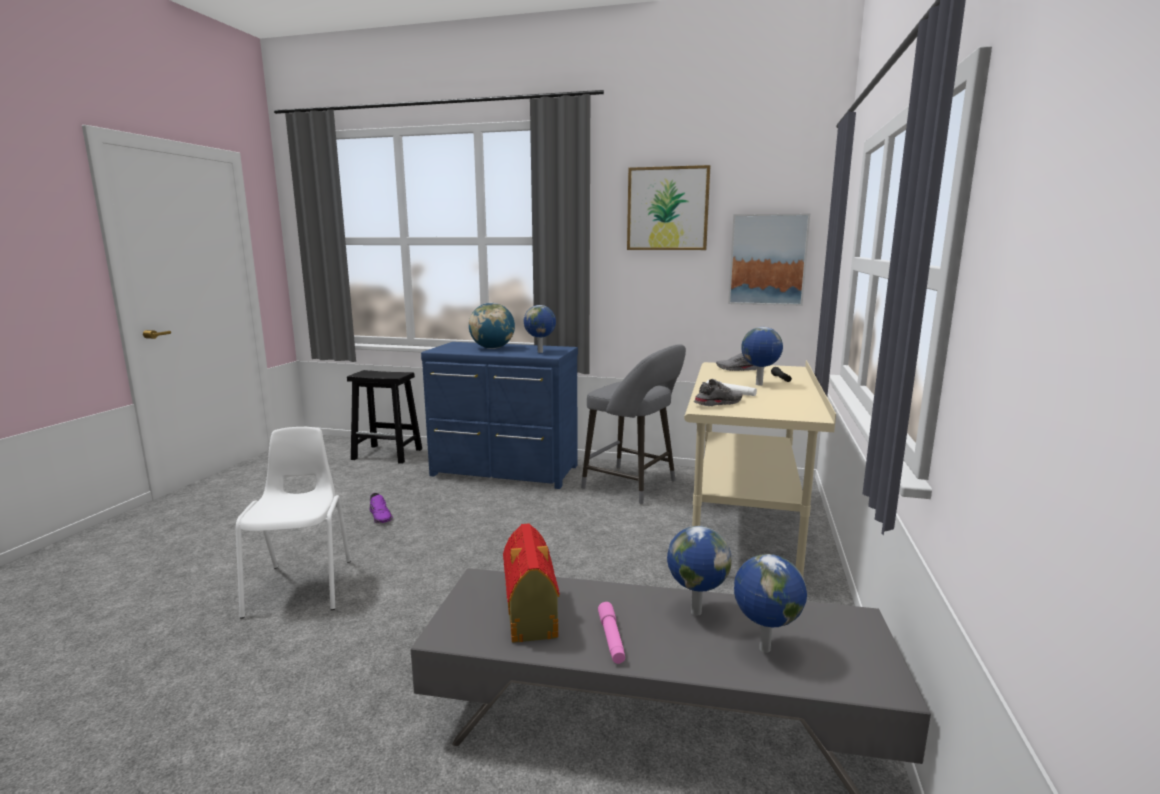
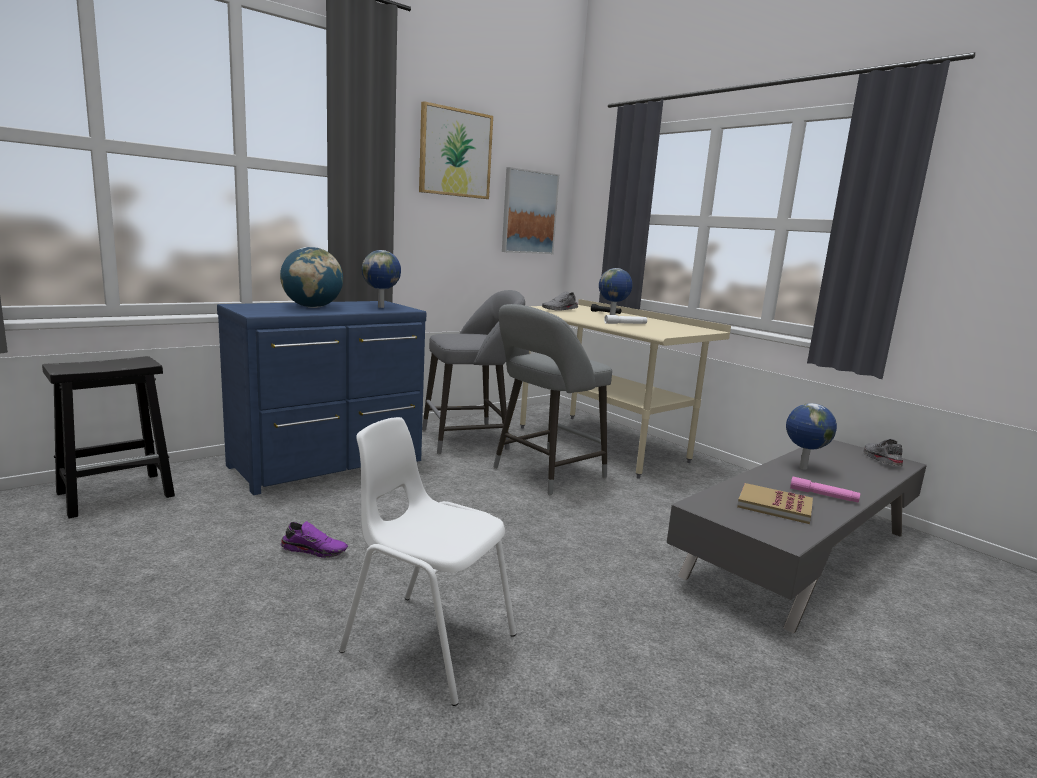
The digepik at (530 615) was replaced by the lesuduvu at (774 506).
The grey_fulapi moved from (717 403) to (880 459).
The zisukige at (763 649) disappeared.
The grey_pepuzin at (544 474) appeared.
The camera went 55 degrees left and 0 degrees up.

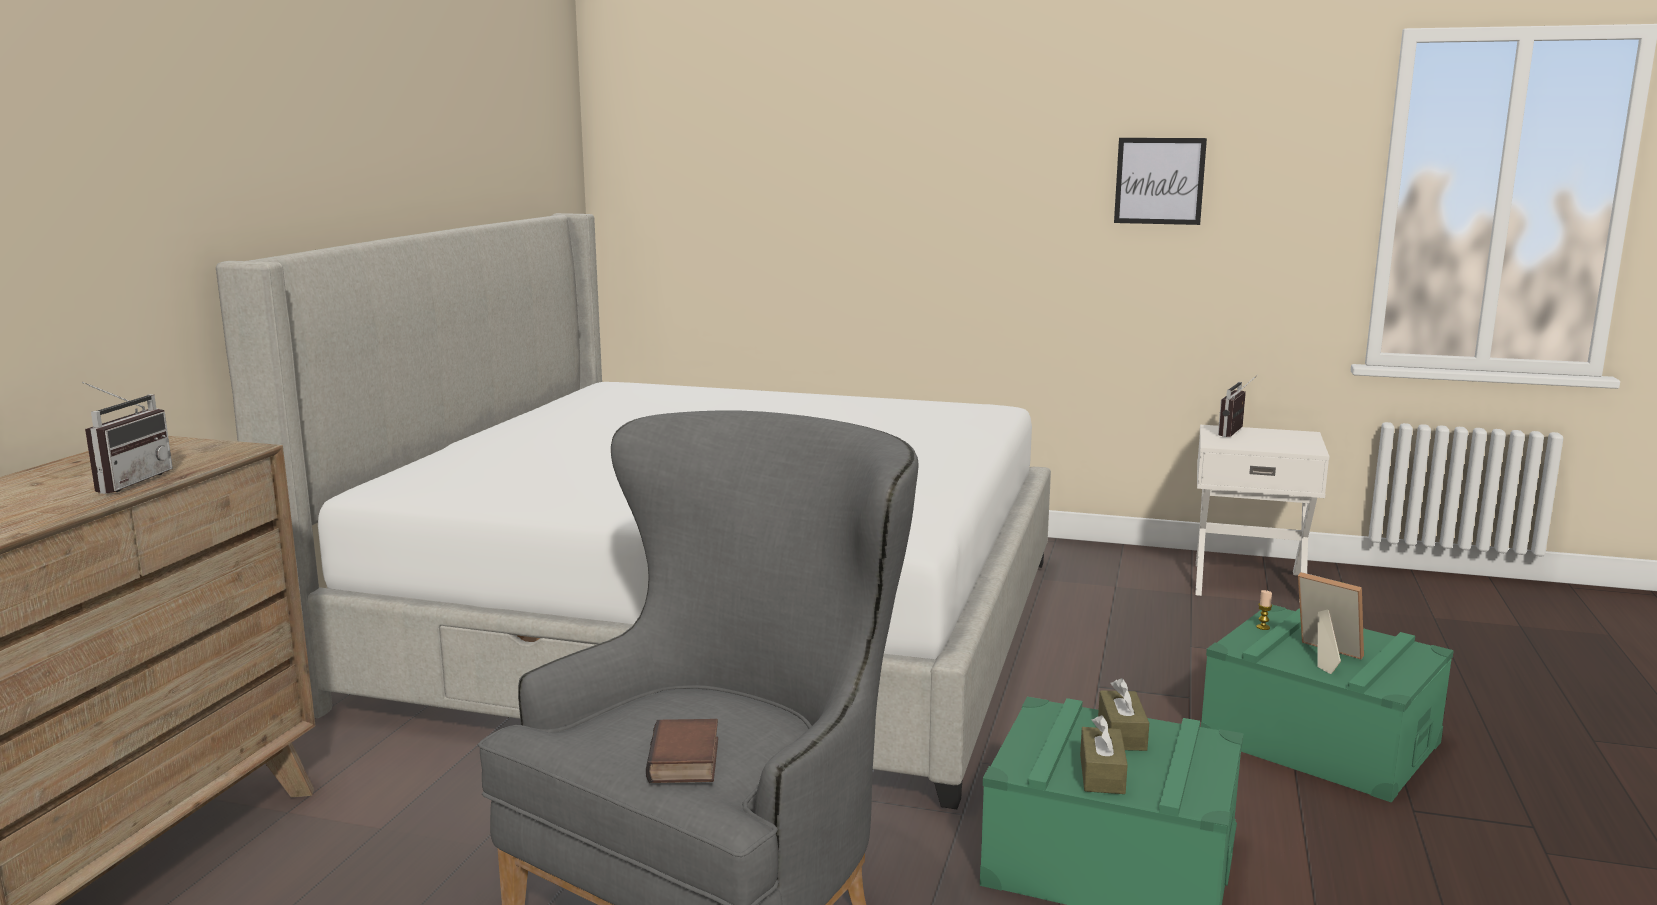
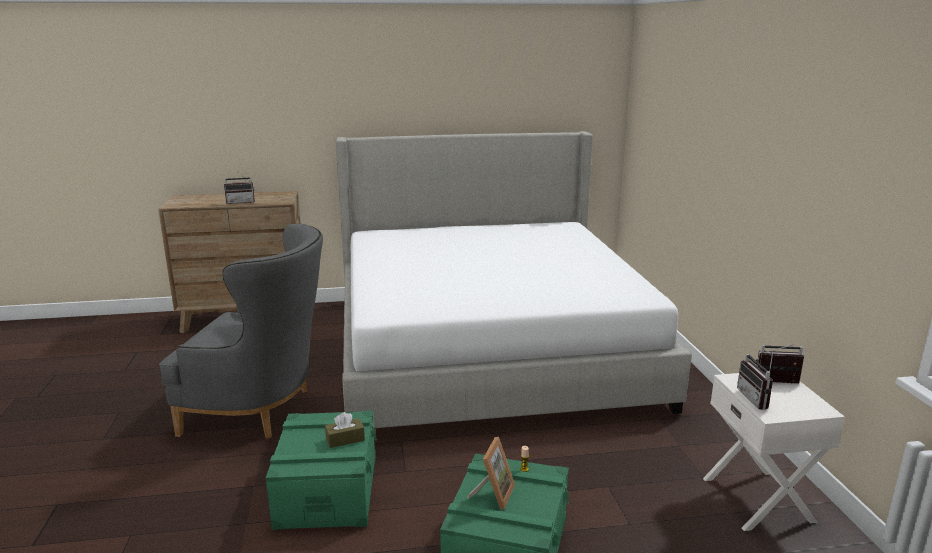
The lesuduvu at (687 761) disappeared.
The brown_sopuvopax at (1102 774) disappeared.
The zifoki at (1159 181) disappeared.
The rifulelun at (757 399) appeared.
The camera went 65 degrees right and 5 degrees up.

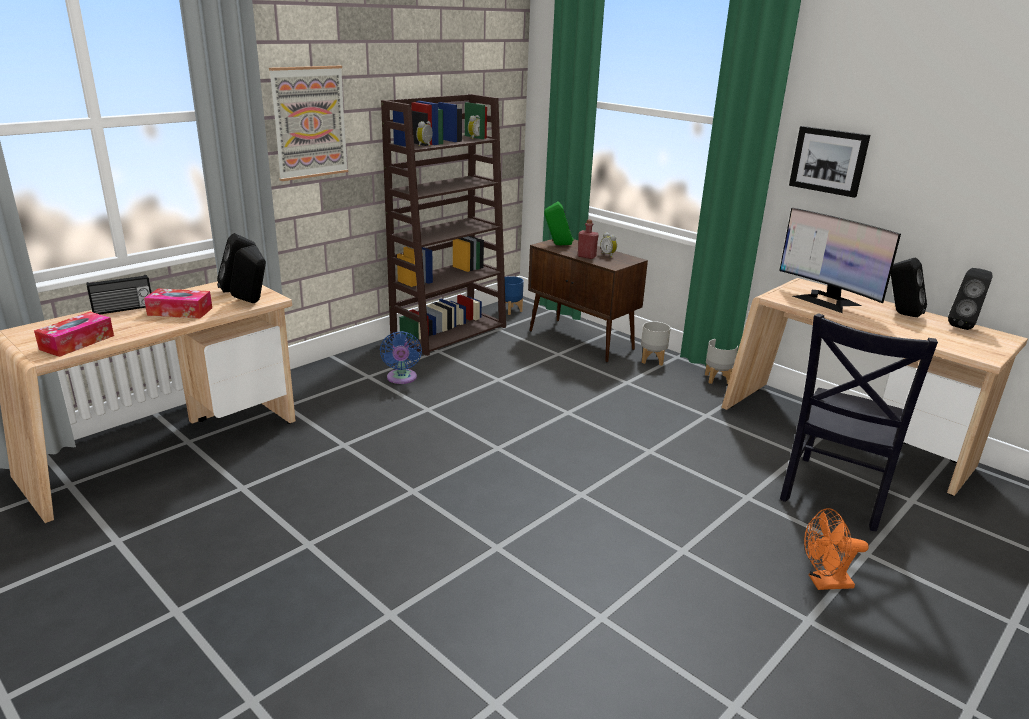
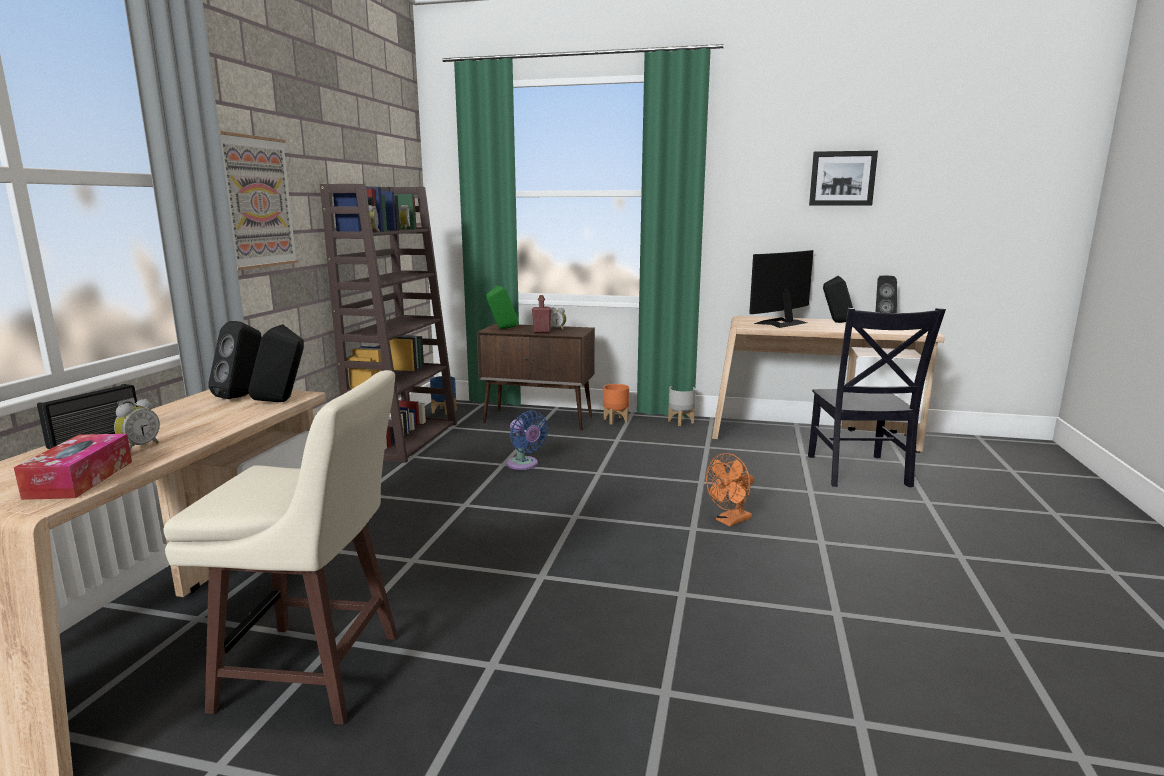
The sopuvopax at (180 311) disappeared.
The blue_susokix moved from (401 378) to (524 465).
The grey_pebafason at (653 360) became the orange_pebafason at (616 420).
The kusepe at (826 300) turned 120 degrees clockwise.
The zifoki moved from (829 161) to (842 178).
The orange_susokix moved from (824 583) to (730 521).
The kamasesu at (139 447) appeared.
The beige_pepuzin at (314 673) appeared.
The camera went 30 degrees left and 10 degrees down.

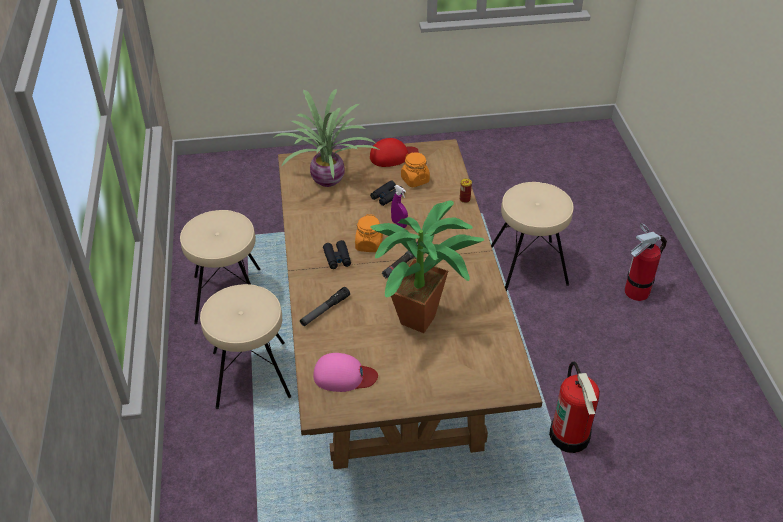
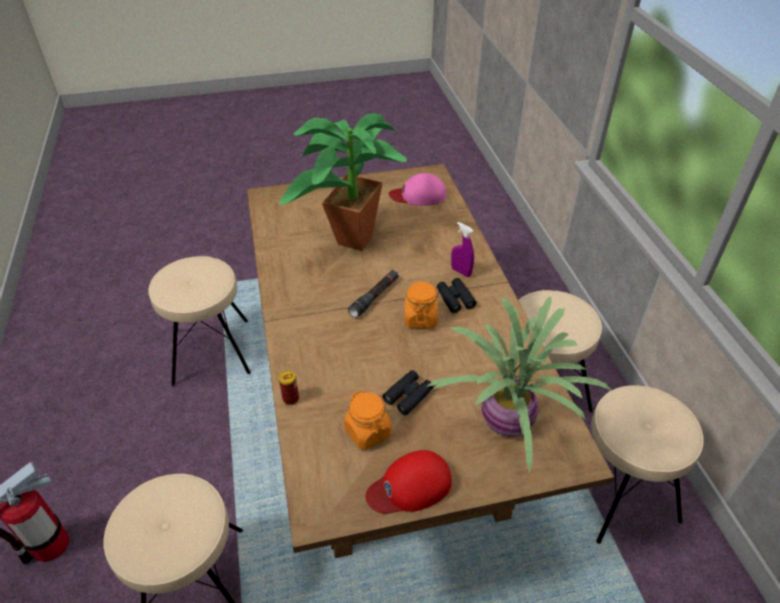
The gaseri at (325 310) disappeared.
The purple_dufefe moved from (399 224) to (461 272).
The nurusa at (570 436) was replaced by the beige_pepuzin at (211 351).
The camera went 175 degrees right and 0 degrees up.

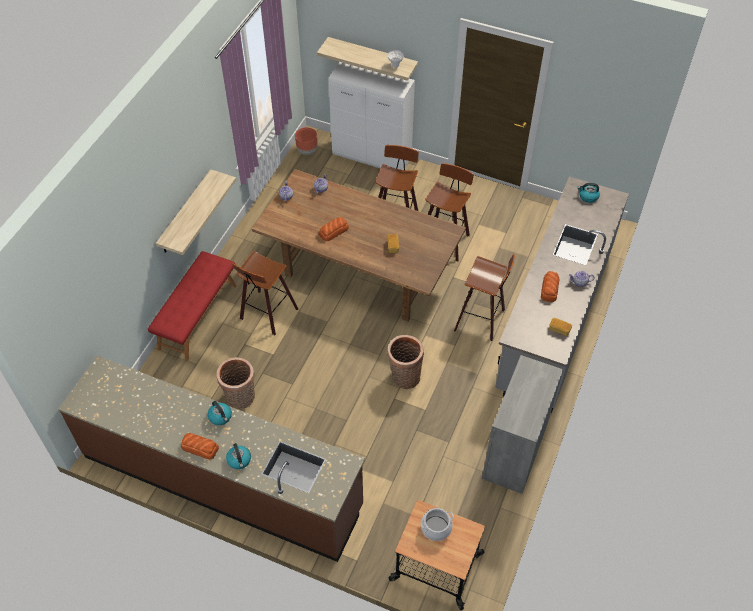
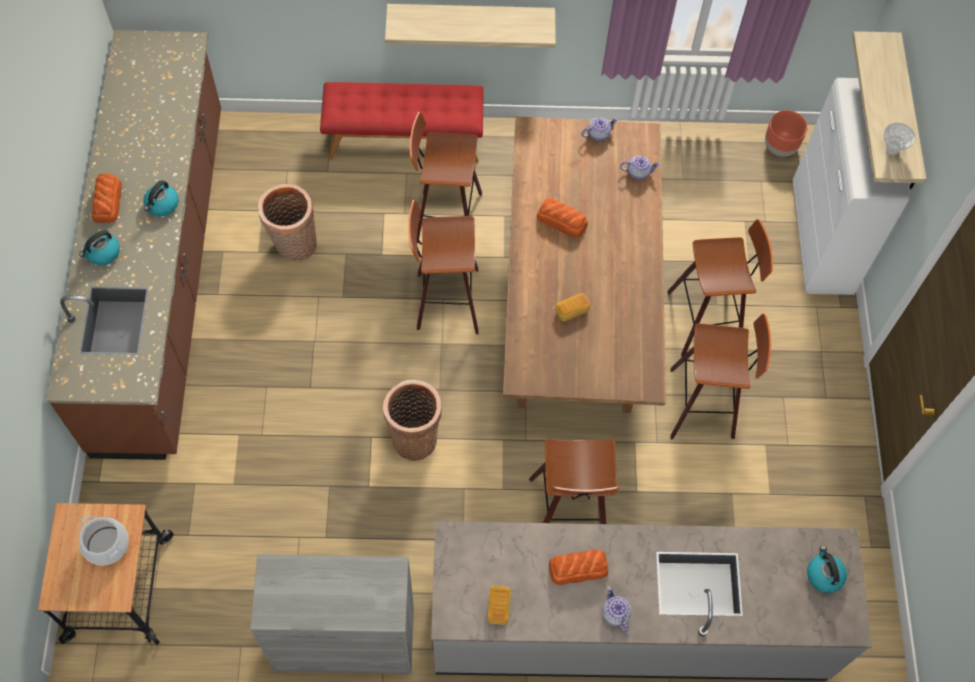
The pepuzin at (445 301) appeared.
The camera went 65 degrees right and 10 degrees up.

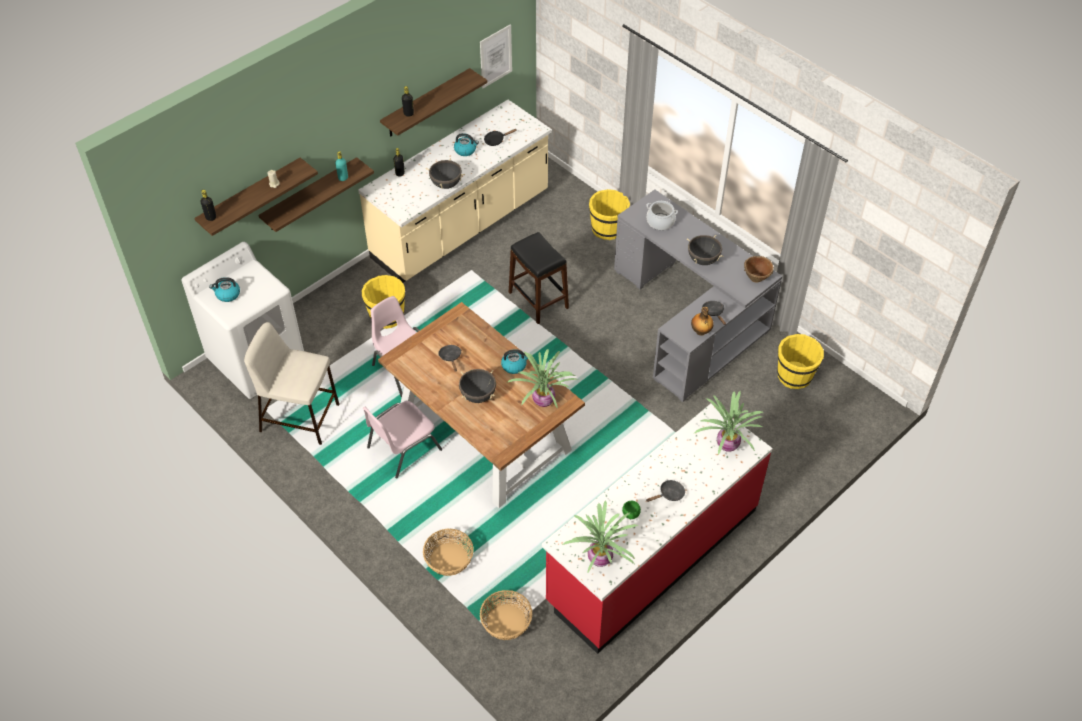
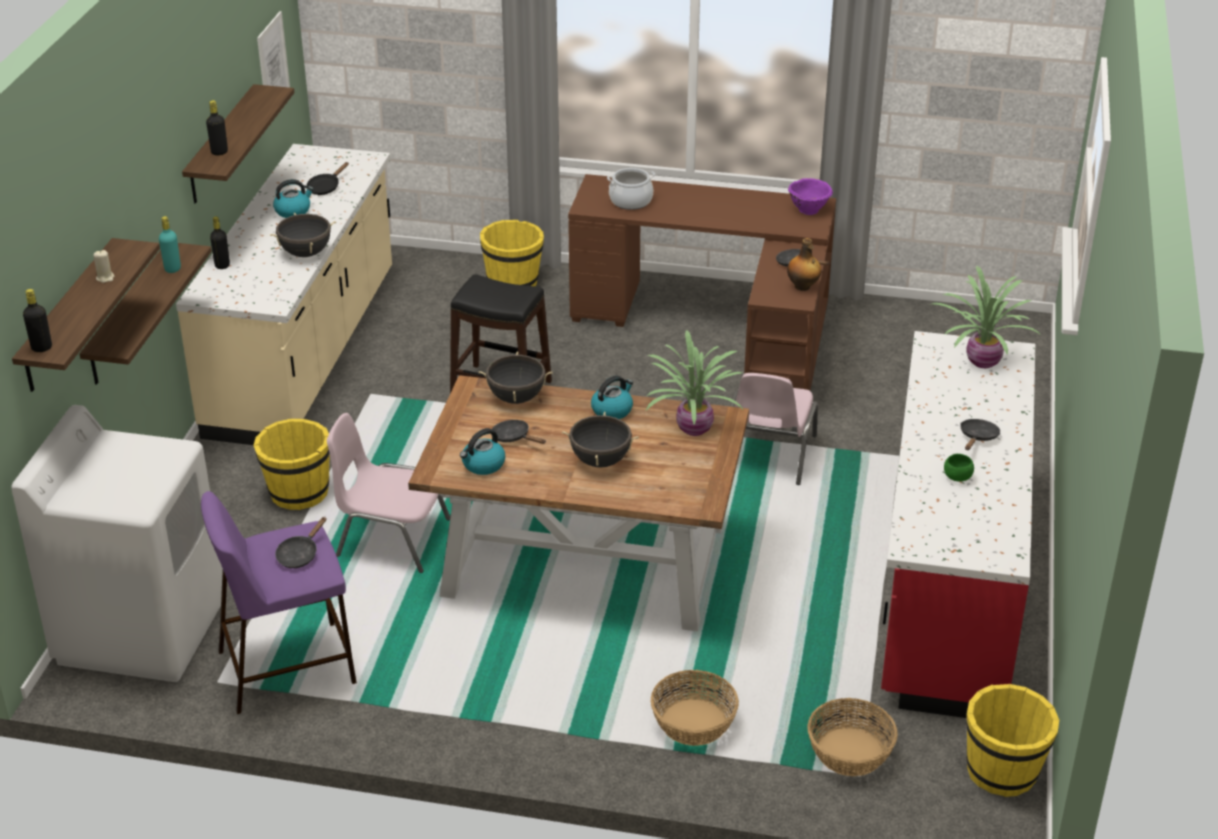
The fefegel moved from (227 294) to (483 465).
The beige_pepuzin at (301 417) became the purple_pepuzin at (288 666).
The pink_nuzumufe moved from (402 448) to (767 455).
The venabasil at (601 558) disappeared.
The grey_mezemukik at (691 319) became the brown_mezemukik at (721 331).
The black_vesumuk moved from (703 260) to (516 398).
The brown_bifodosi at (757 277) became the purple_bifodosi at (808 209).
The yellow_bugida moved from (794 376) to (1002 772).
The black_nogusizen at (300 554) appeared.
The camera went 35 degrees left and 15 degrees down.

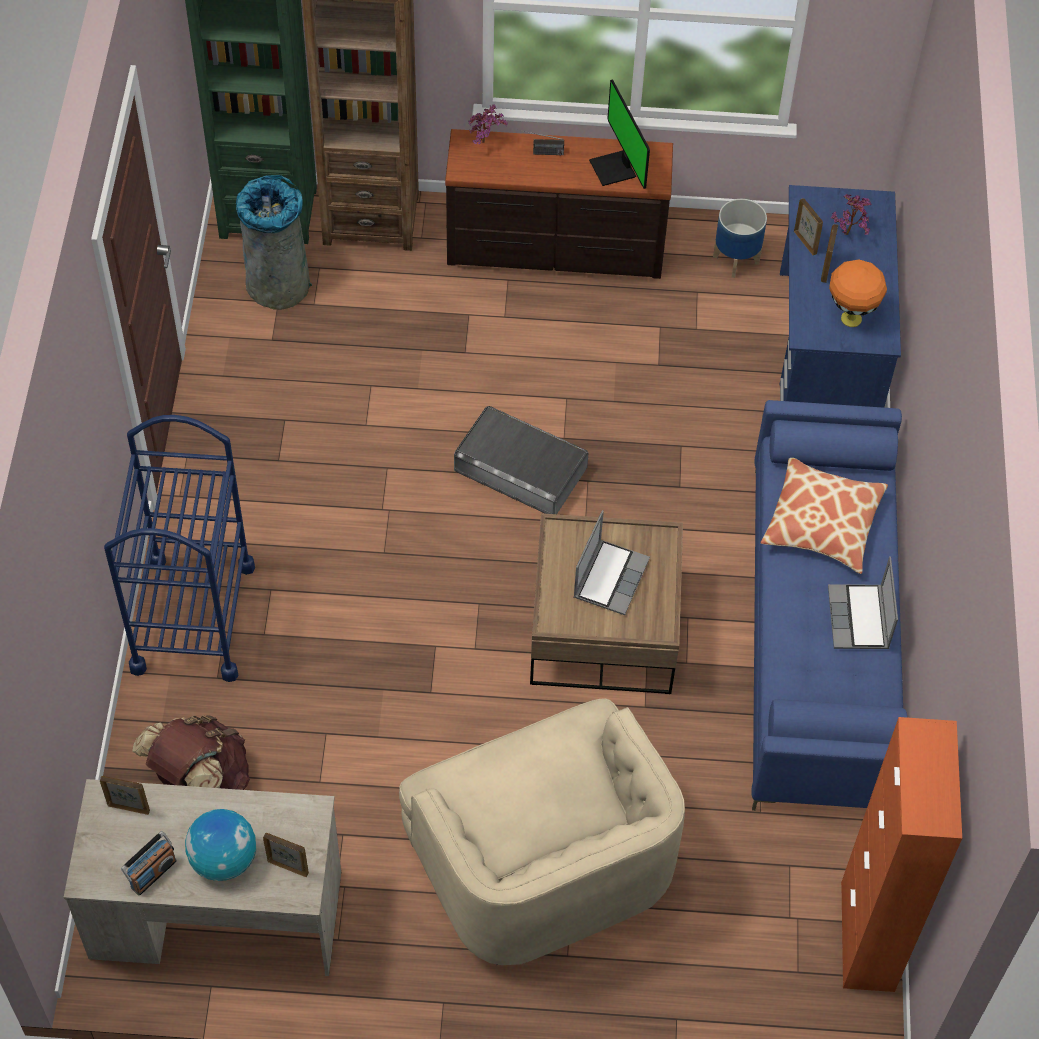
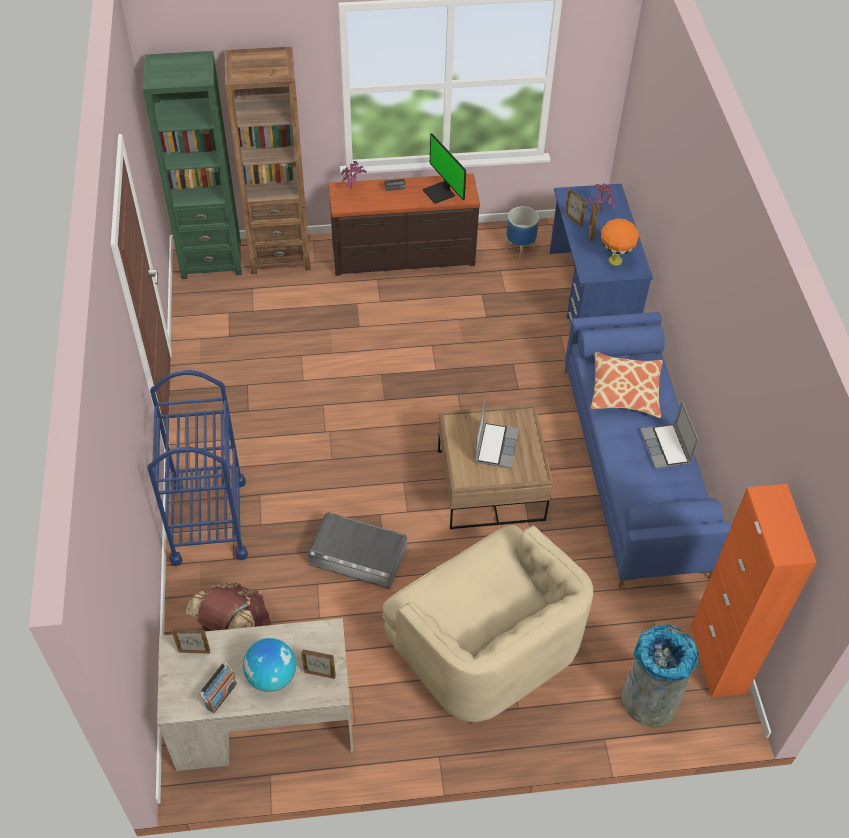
The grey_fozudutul moved from (277 283) to (648 700).
The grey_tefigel moved from (521 468) to (358 555).
The camera went 10 degrees left and 5 degrees down.

